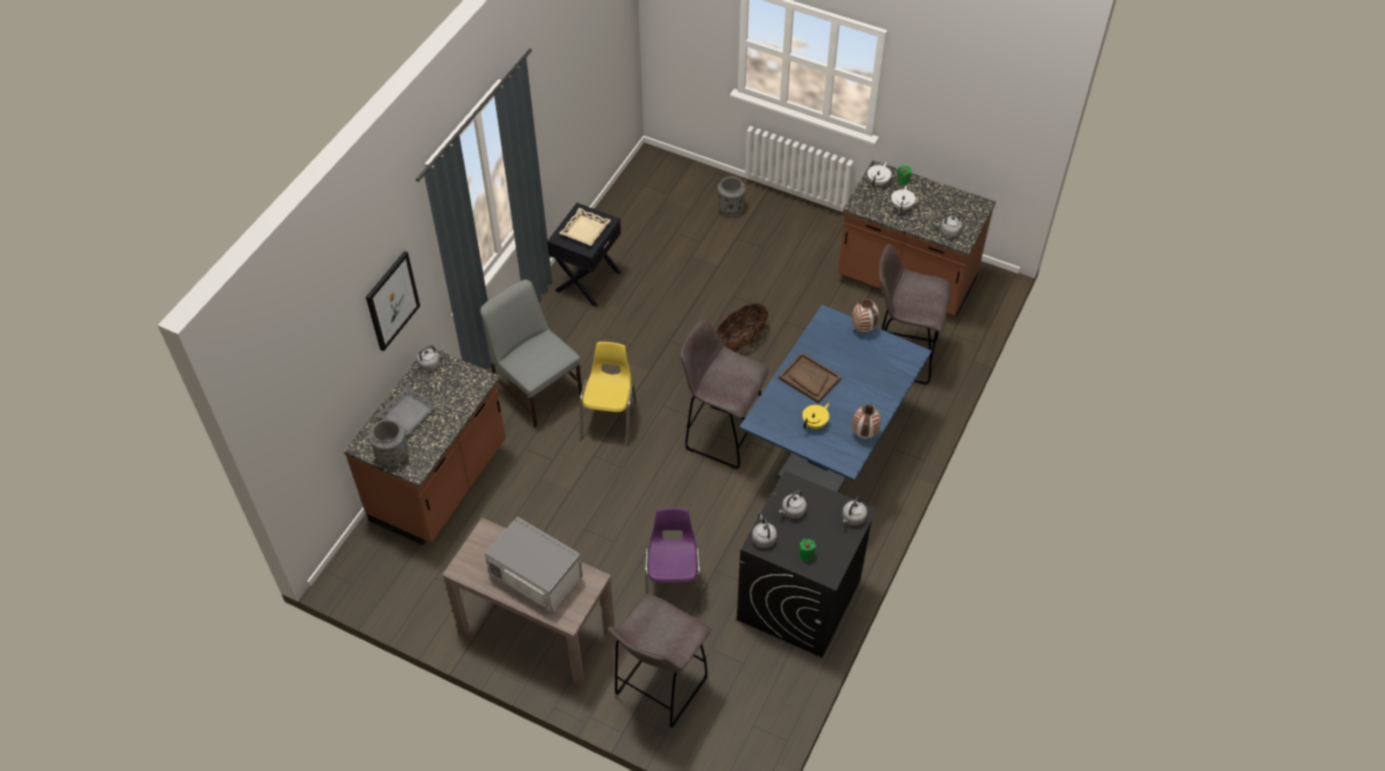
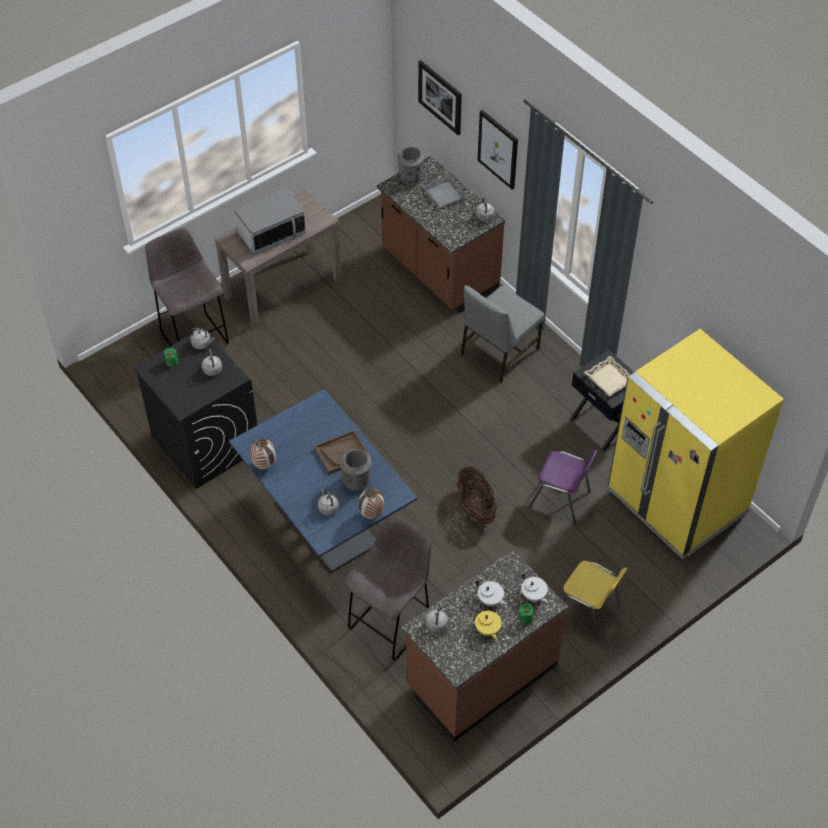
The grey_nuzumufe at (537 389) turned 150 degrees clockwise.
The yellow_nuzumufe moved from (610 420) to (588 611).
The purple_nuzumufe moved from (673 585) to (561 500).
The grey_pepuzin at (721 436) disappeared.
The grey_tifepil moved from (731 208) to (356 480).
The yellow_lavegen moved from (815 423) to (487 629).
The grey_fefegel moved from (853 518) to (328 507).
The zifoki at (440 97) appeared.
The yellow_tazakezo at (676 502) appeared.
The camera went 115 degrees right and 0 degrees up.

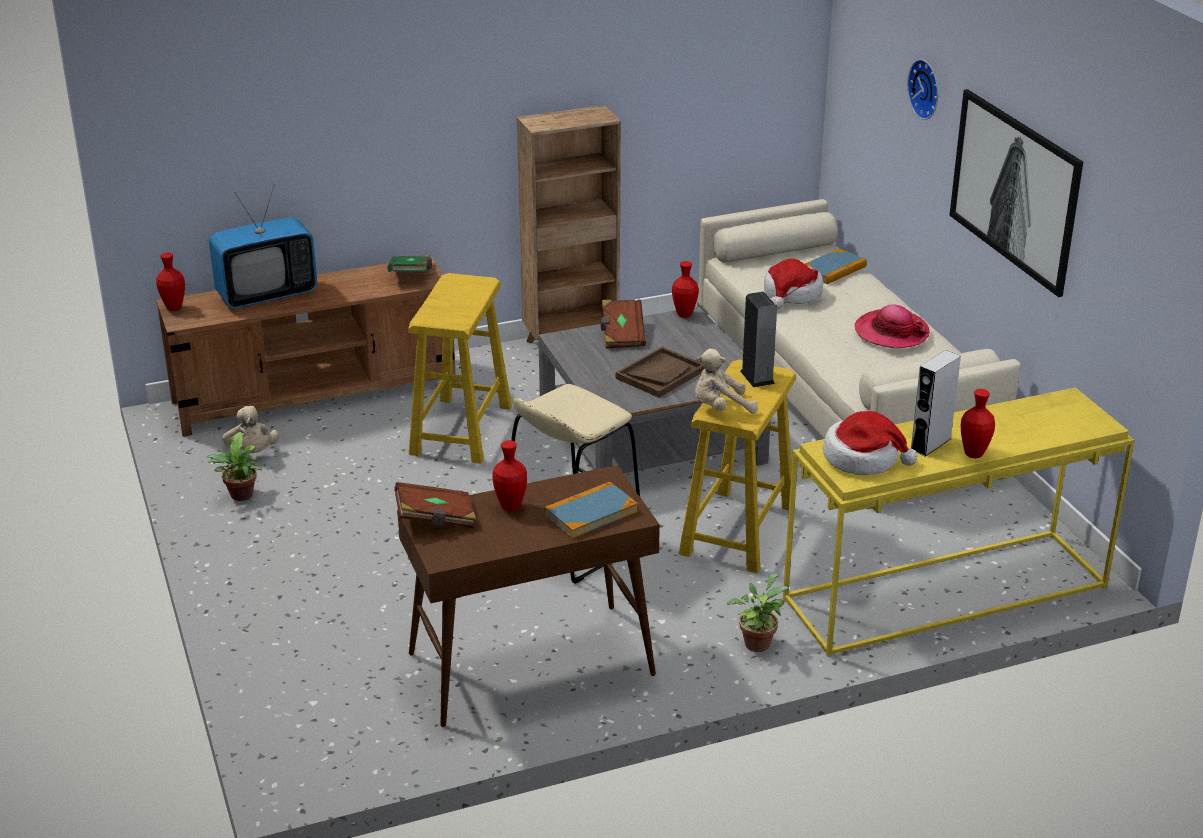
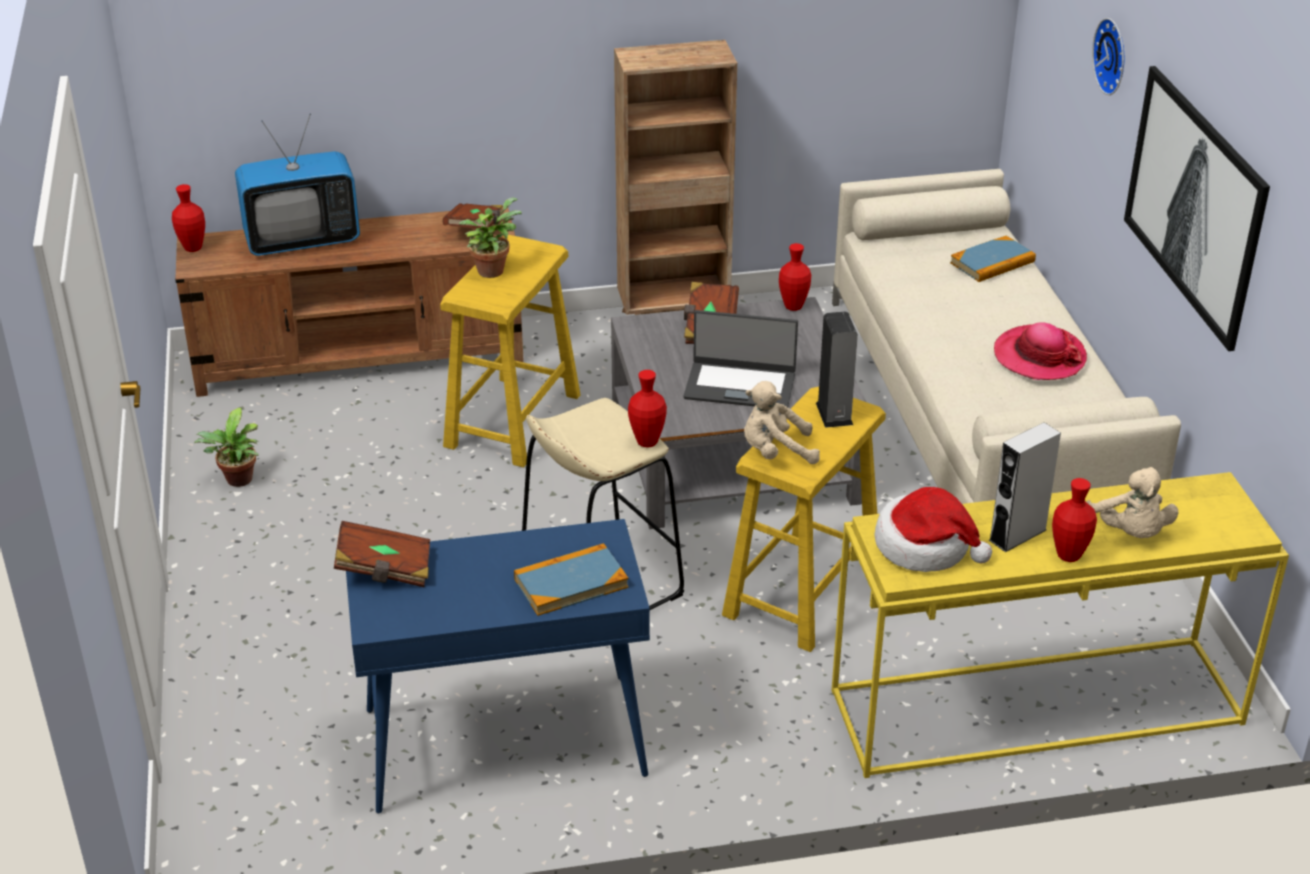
The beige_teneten moved from (252 452) to (1130 533).
The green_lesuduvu at (411 275) became the brown_lesuduvu at (475 229).
The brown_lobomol at (530 665) became the blue_lobomol at (503 744).
The red_tifepil moved from (510 507) to (647 442).
The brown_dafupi at (660 374) was replaced by the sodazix at (740 385).
The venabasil moved from (757 642) to (492 269).
The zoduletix at (792 295) disappeared.
The camera went 10 degrees right and 5 degrees up.

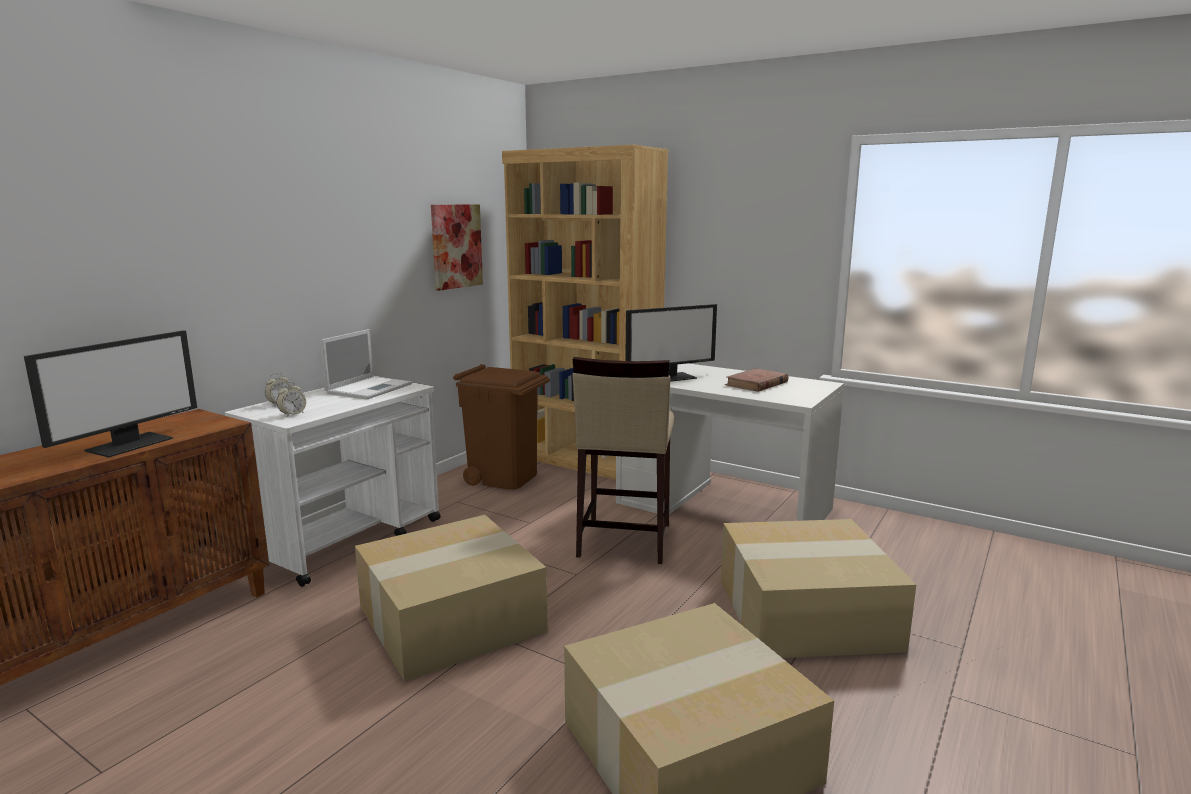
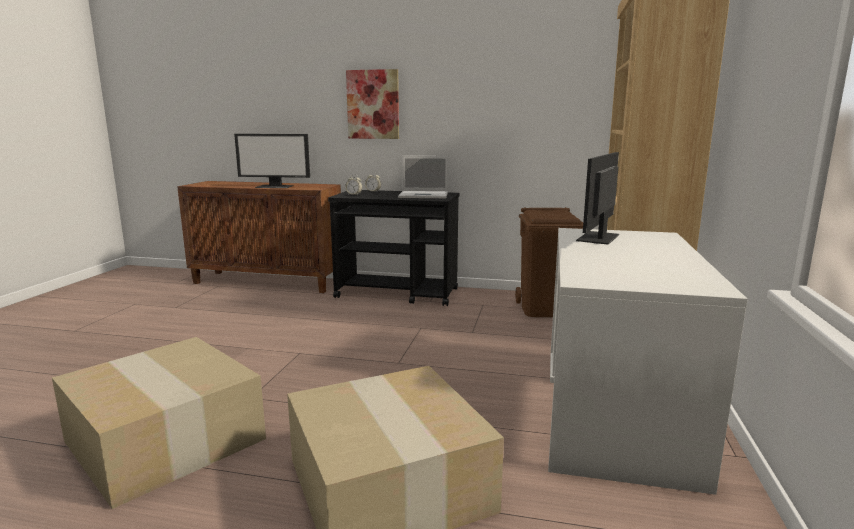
The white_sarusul at (350 539) became the black_sarusul at (398 293).
The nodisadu at (452 617) disappeared.
The zifoki moved from (456 246) to (373 104).
The beige_pepuzin at (623 540) disappeared.
The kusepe at (670 377) turned 75 degrees clockwise.
The brown_lesuduvu at (756 384) disappeared.
The camera went 70 degrees right and 0 degrees up.

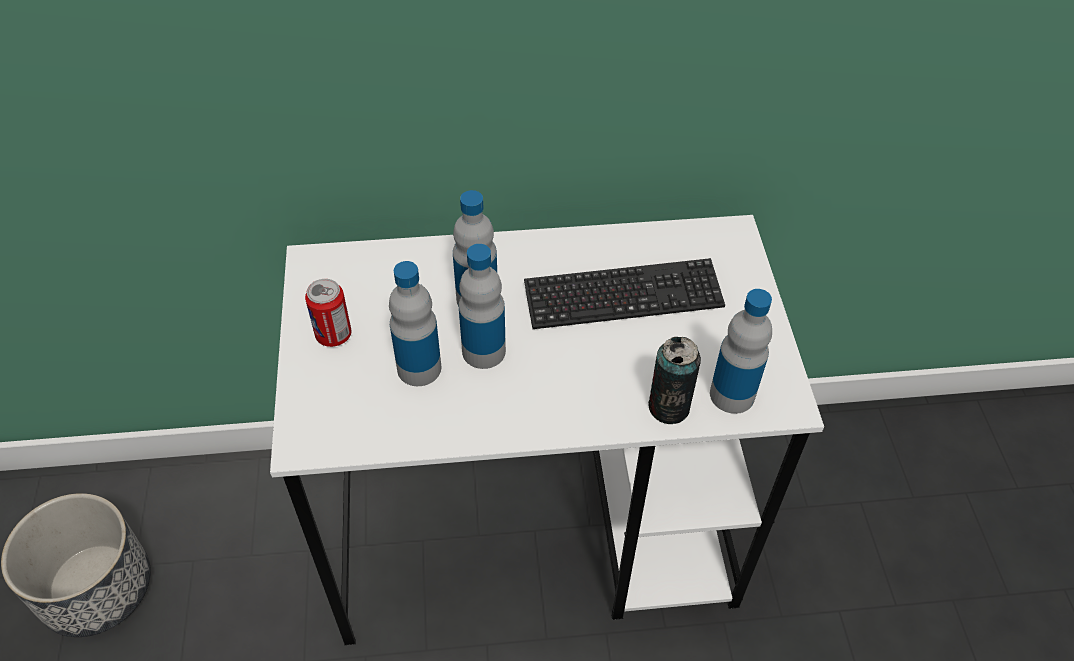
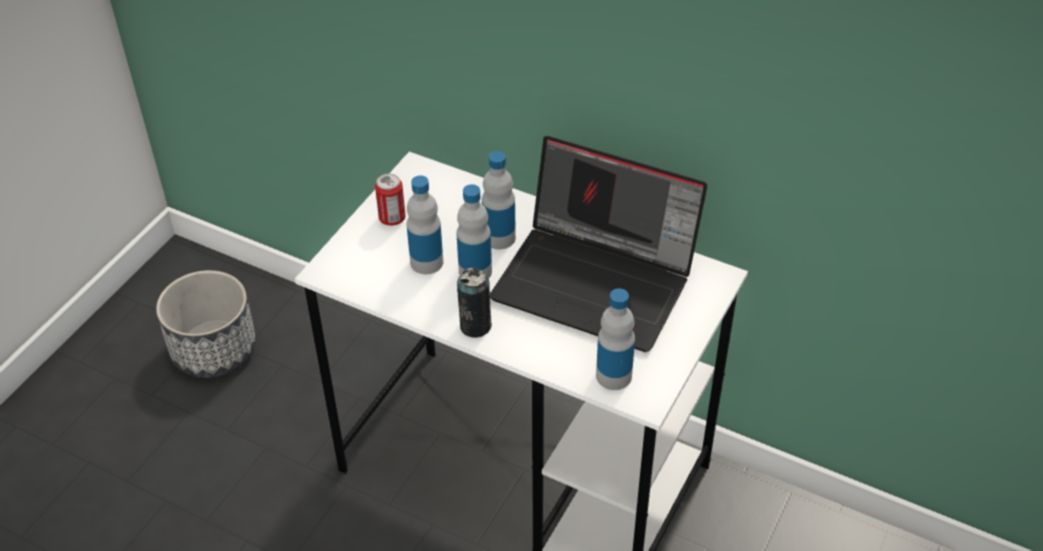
The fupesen at (623 297) was replaced by the sodazix at (598 281).
The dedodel moved from (668 407) to (475 326).
The camera went 35 degrees right and 5 degrees down.

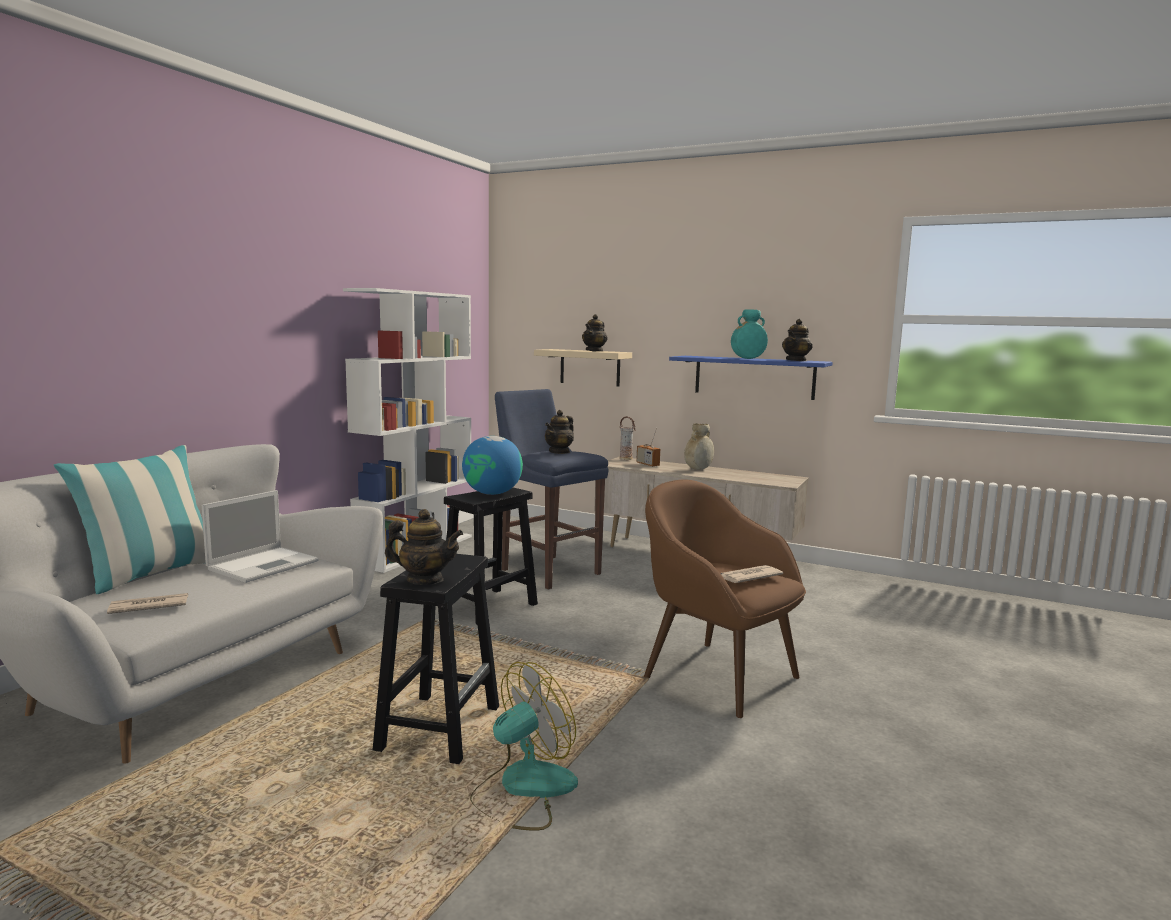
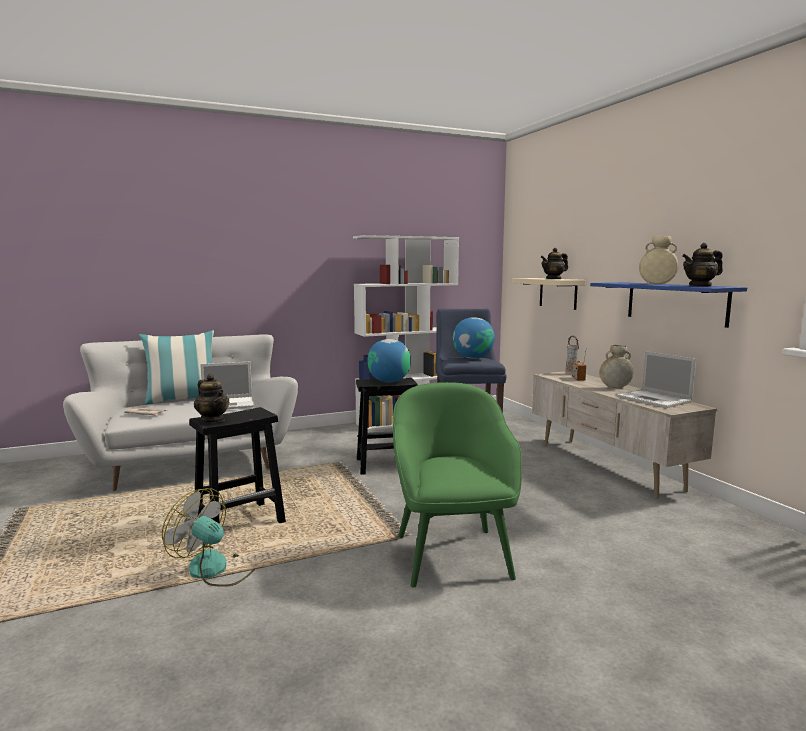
The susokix at (523 789) turned 150 degrees counterclockwise.
The lavegen at (559 452) was replaced by the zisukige at (473 358).
The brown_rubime at (717 675) became the green_rubime at (452 554).
The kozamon at (748 577) disappeared.
The turquoise_tifepil at (748 358) became the beige_tifepil at (657 284).
The sodazix at (655 399) appeared.
The camera went 40 degrees right and 0 degrees up.

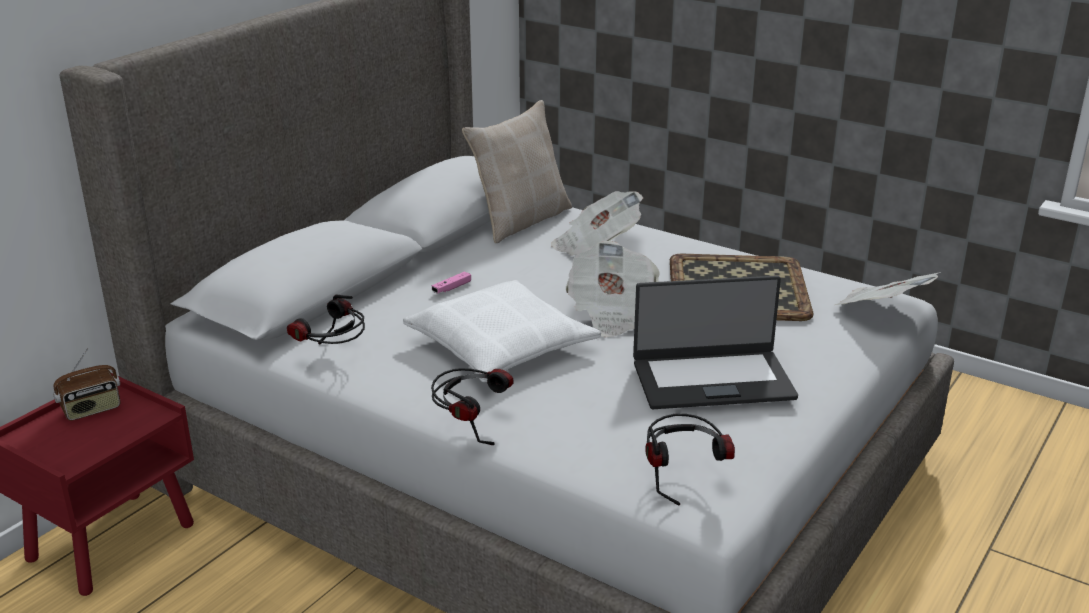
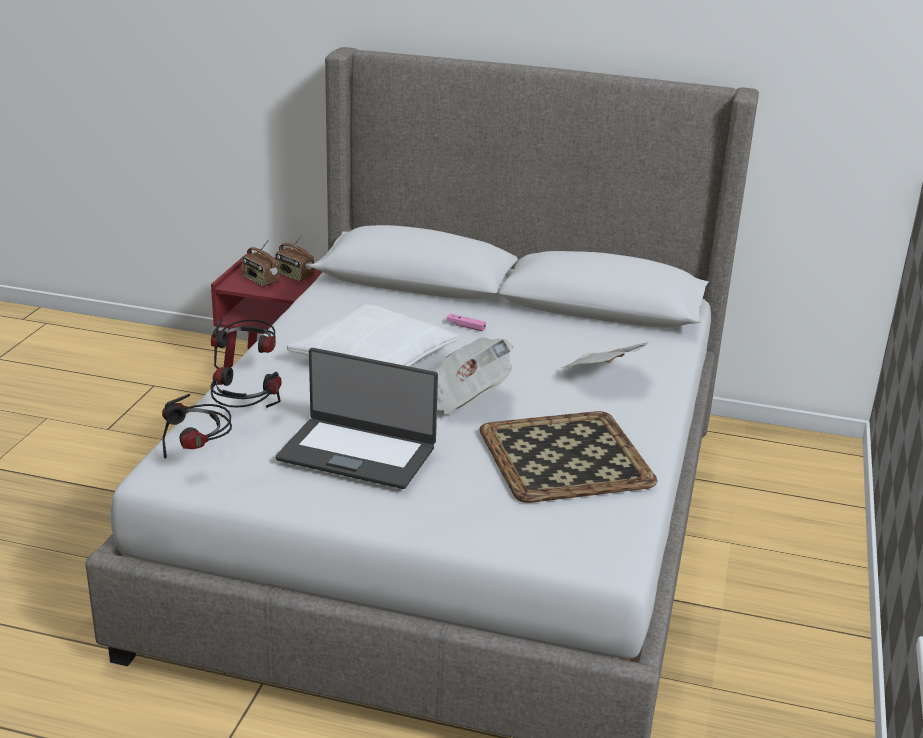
The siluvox moved from (333 358) to (243 419).
The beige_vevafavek at (521 220) disappeared.
The sodazix at (712 379) turned 45 degrees counterclockwise.
The kozamon at (882 312) disappeared.
The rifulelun at (260 280) appeared.
The camera went 70 degrees right and 0 degrees up.

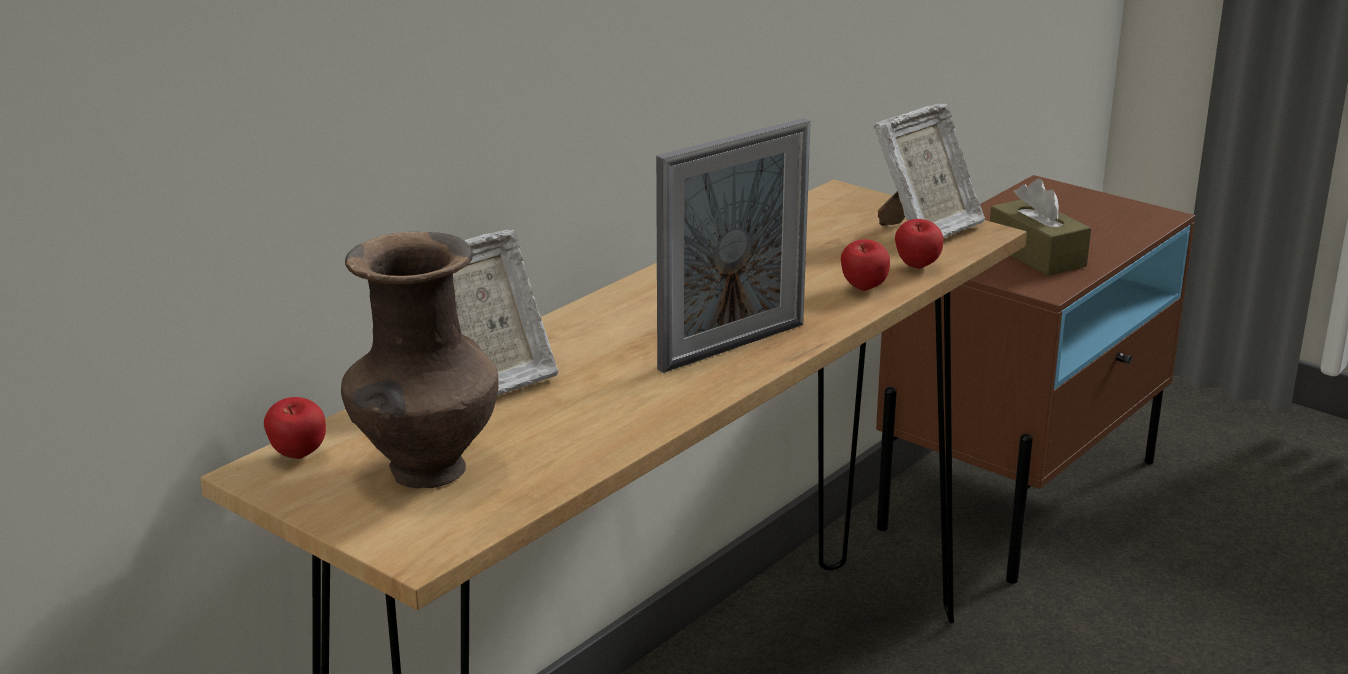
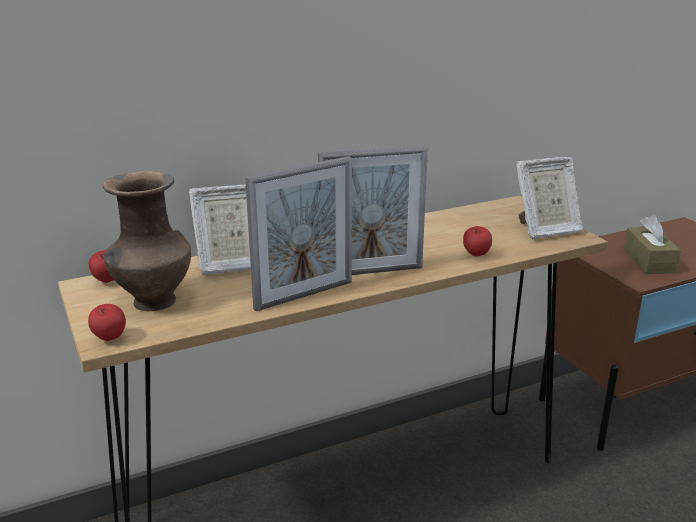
The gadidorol moved from (917 267) to (109 339).
The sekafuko at (304 295) appeared.
The camera went 25 degrees right and 0 degrees up.

